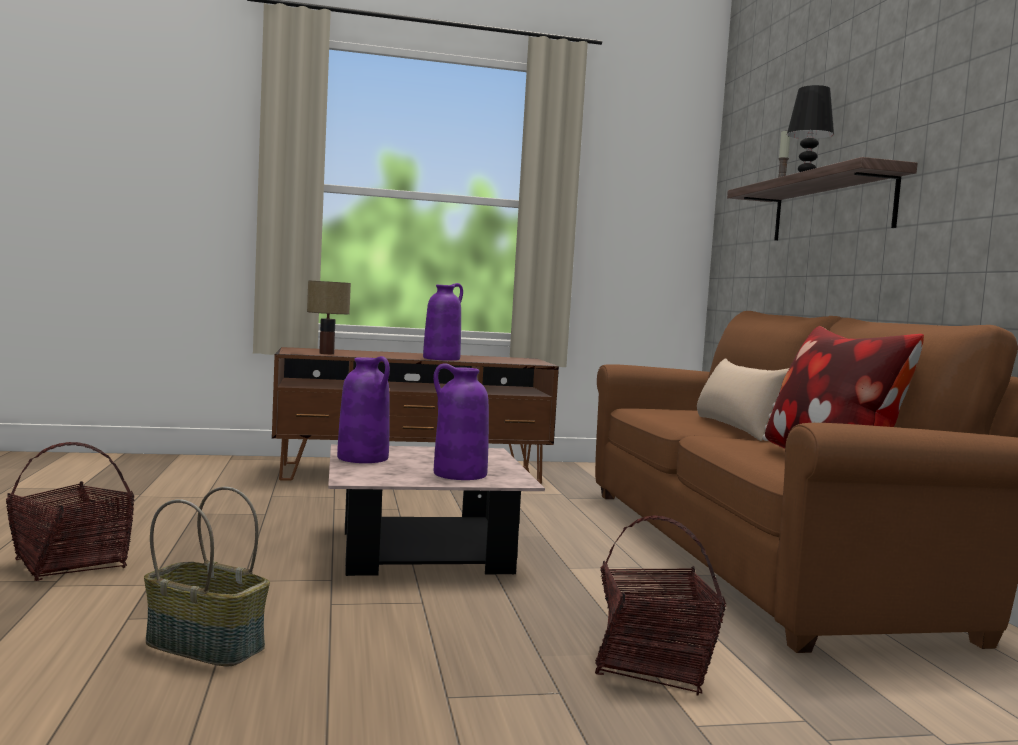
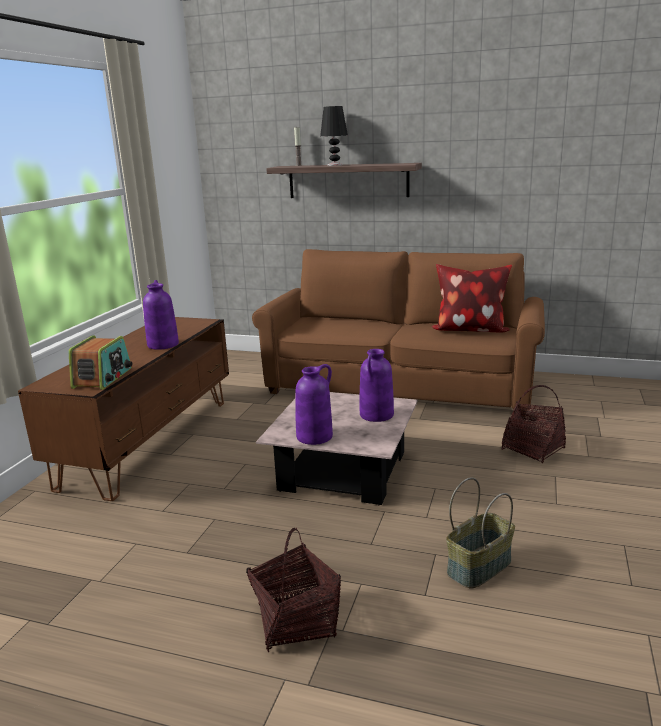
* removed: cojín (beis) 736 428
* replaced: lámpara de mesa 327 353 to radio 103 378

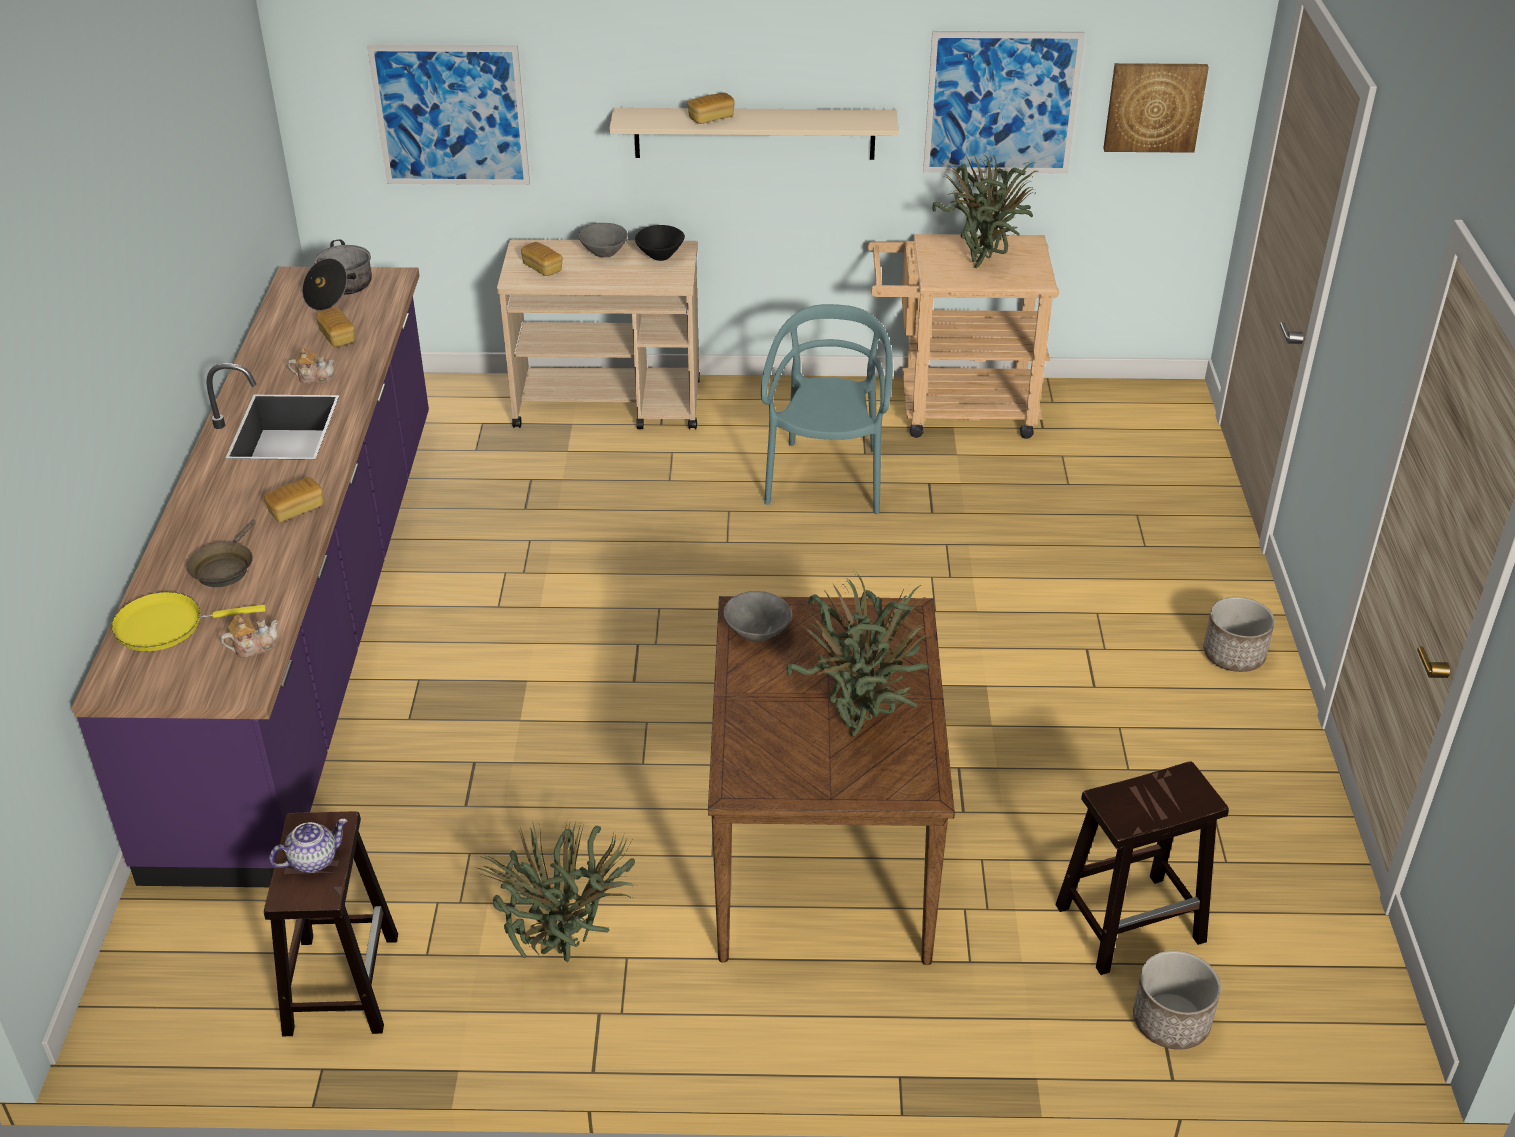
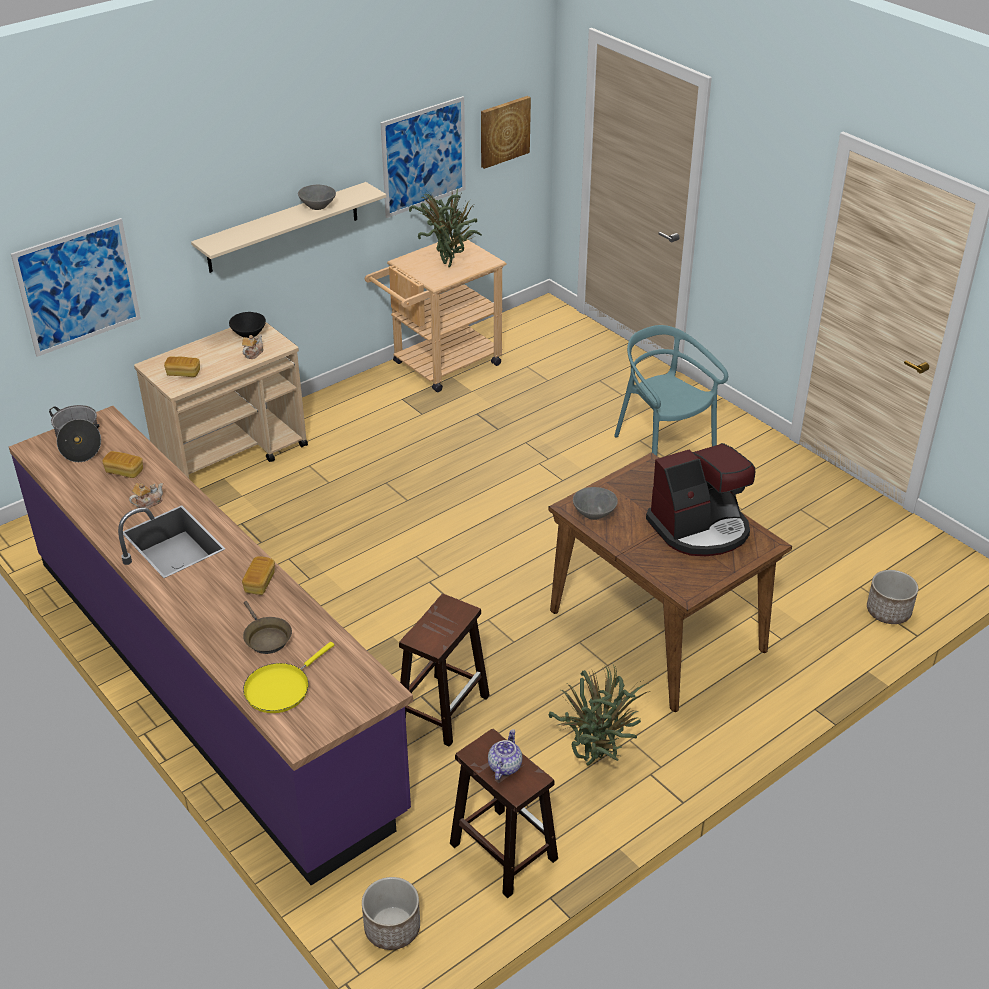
* removed: pan 711 118
* moved: tetera 253 647 to 253 353
* moved: cuenco (gris) 604 253 to 318 207
* moved: silla (turquesa) 827 479 to 663 446
* moved: taburete (marrón) 1131 922 to 443 708
* moved: maceta 1233 655 to 392 928
* replaced: planta en maceta 862 722 to cafetera 700 529

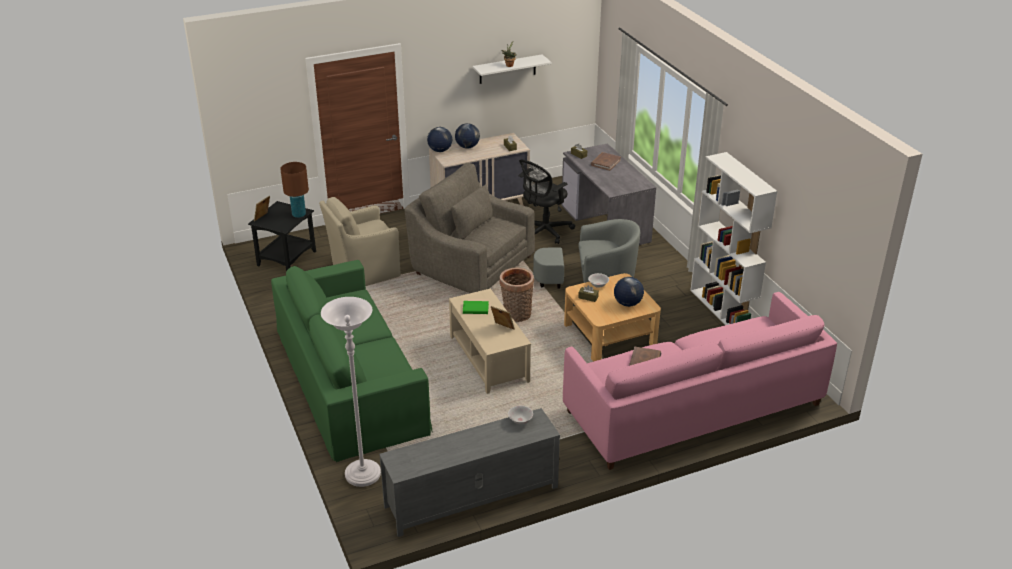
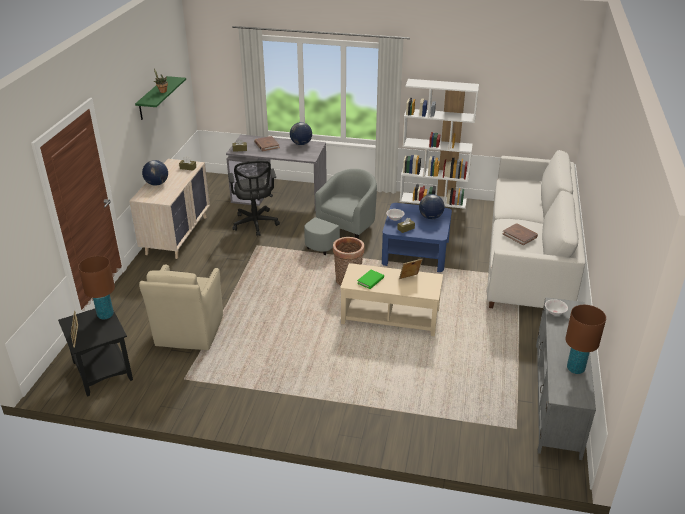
* removed: sofá (verde) 349 379
* removed: lámpara de pie (blanco) 363 475
* removed: sillón (gris) 471 264
* added: lámpara de mesa (marrón) 575 369
* moved: globo terráqueo 440 150 to 301 144
* recoloured: estante (blanco) 507 69 to estante (verde) 152 98
* recoloured: sofá (rosa) 693 408 to sofá (blanco) 528 257
* recoloured: mesa de centro (beis) 609 334 to mesa de centro (azul) 416 252

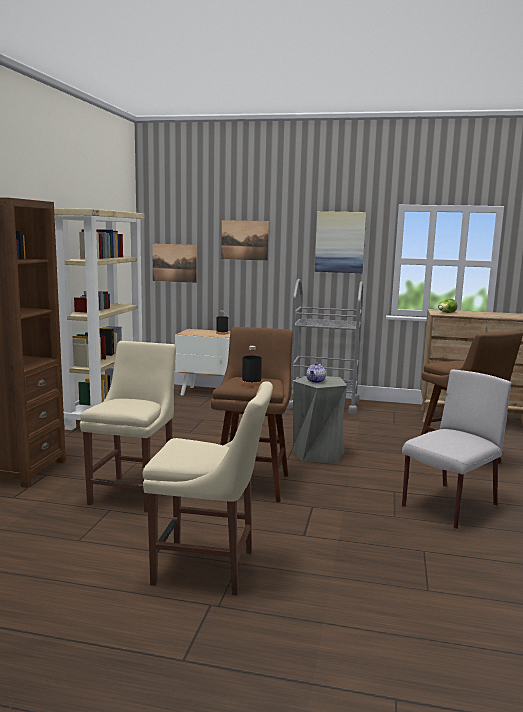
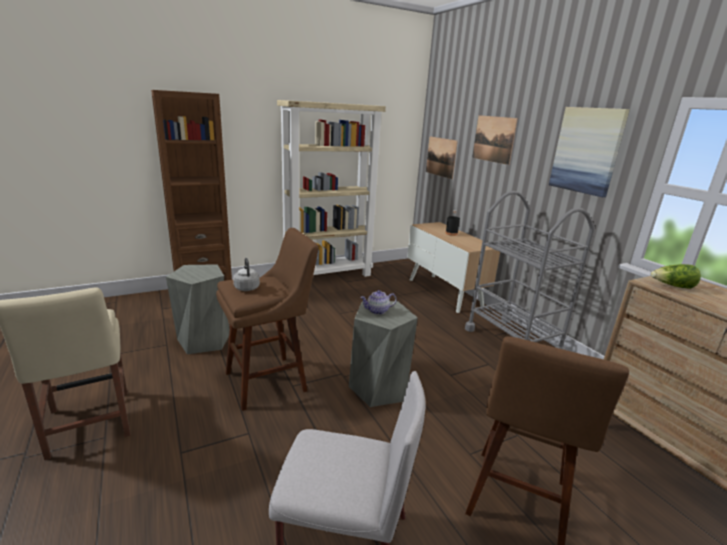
* replaced: silla (beis) 134 492 to taburete (gris) 204 340
* replaced: botella (negro) 251 383 to hervidor (gris) 246 287

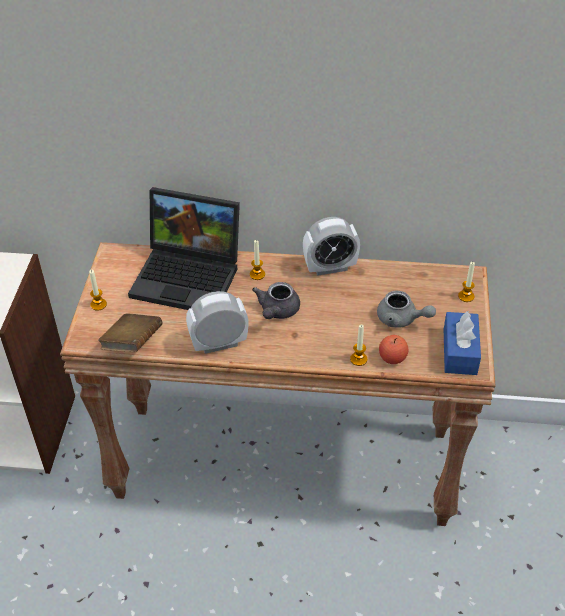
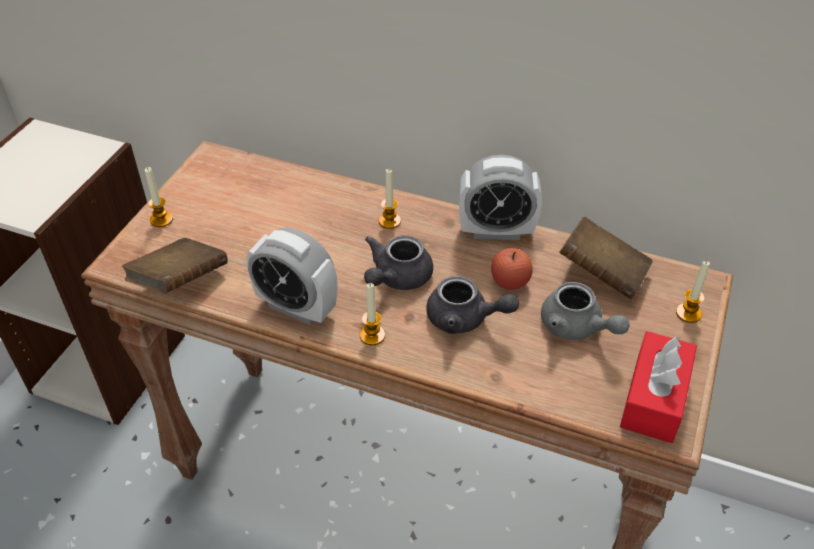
* removed: portátil 190 276
* added: tetera (gris) 465 319
* added: libro (marrón) 602 274
* moved: vela 358 359 to 372 335
* moved: manzana 392 358 to 510 281
* recoloured: caja de pañuelos (azul) 459 351 to caja de pañuelos (rojo) 654 398
* turned: despertador 219 344 = 296 307 150 degrees counterclockwise

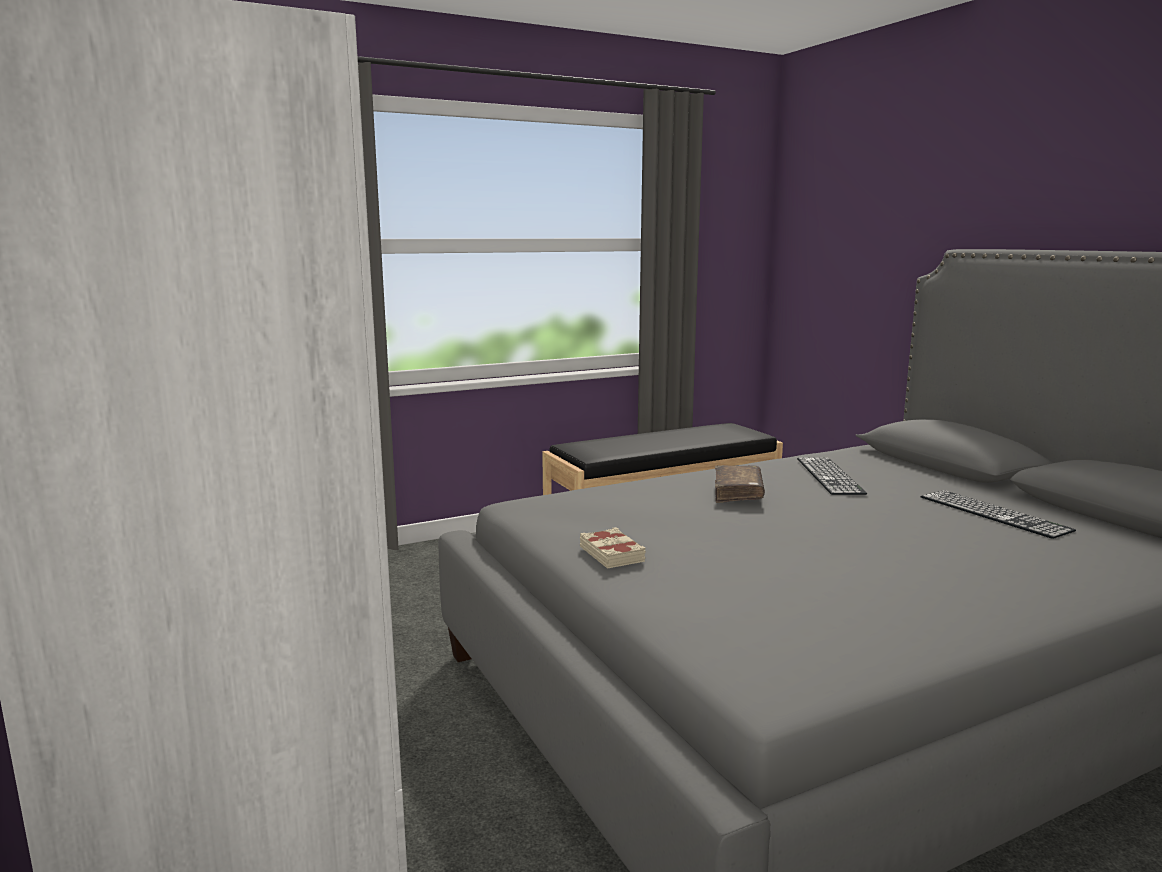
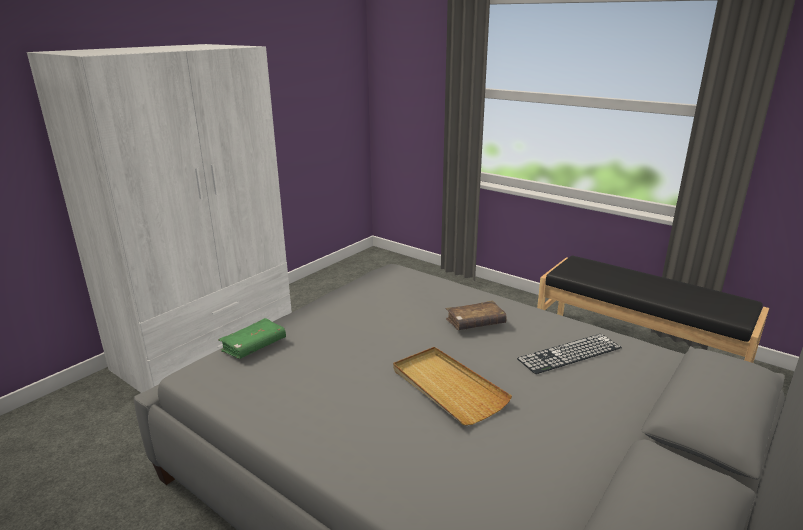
* removed: libro (beis) 612 554
* removed: teclado 993 513
* added: libro (verde) 254 346
* added: bandeja (beis) 447 387

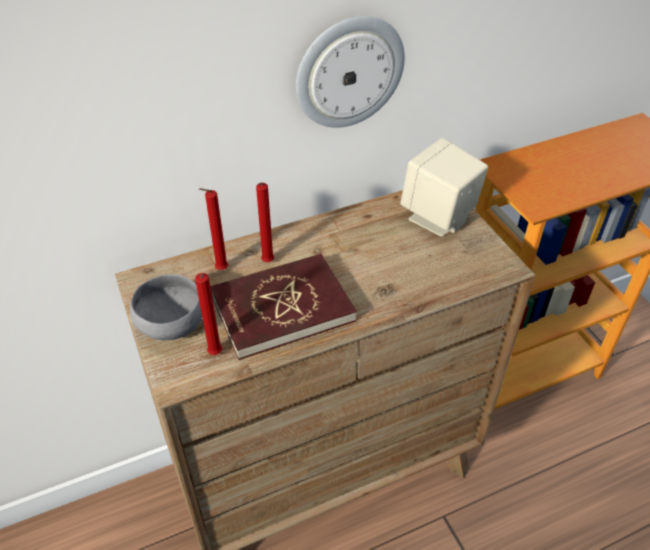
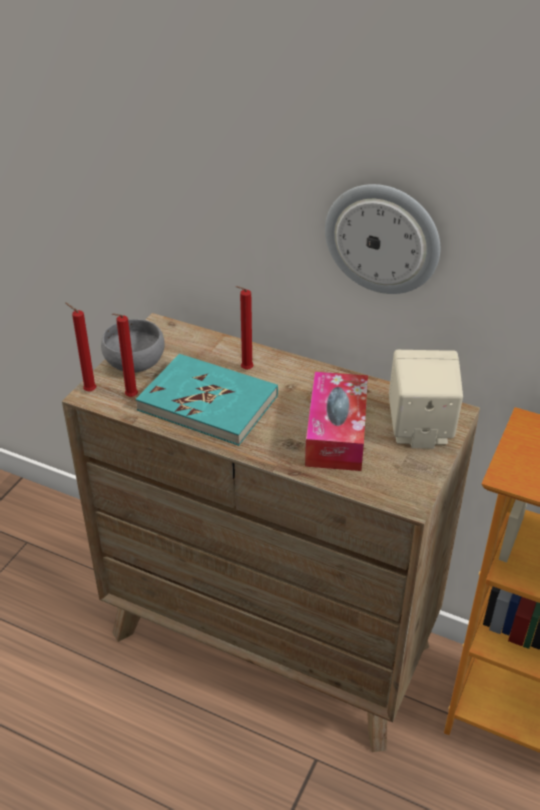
* added: caja de pañuelos 336 433
* moved: vela (rojo) 220 270 to 88 391
* recoloured: libro (rojo) 282 308 to libro (turquesa) 208 403

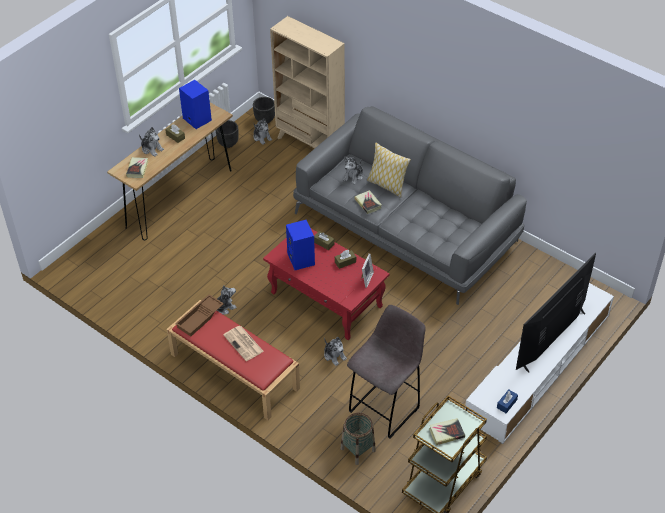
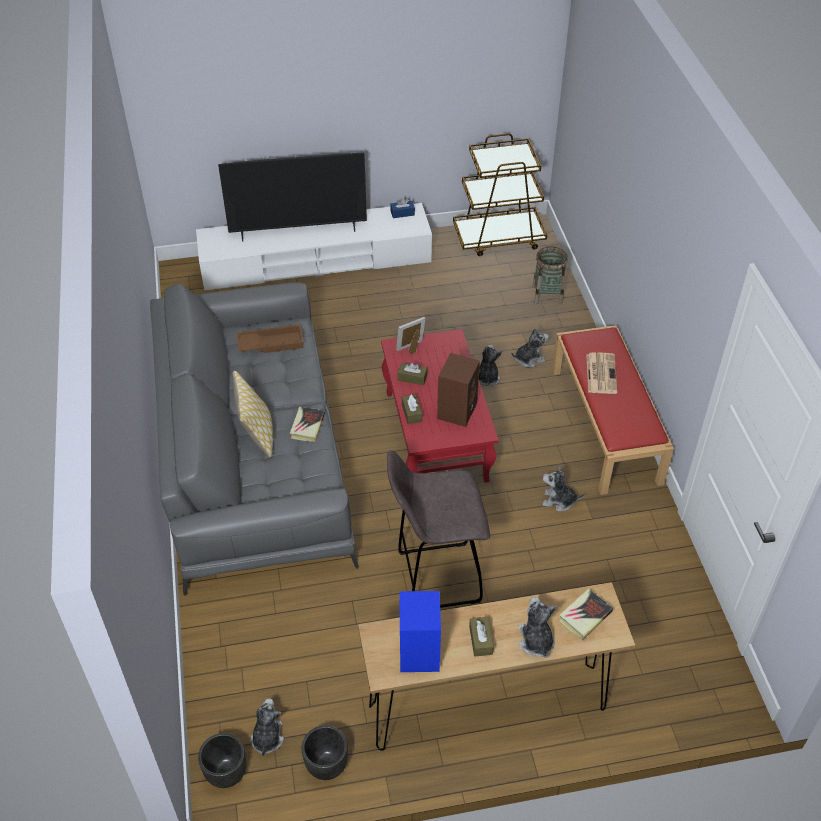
* removed: estantería (beis) 310 144
* removed: libro 446 433
* moved: bandeja (marrón) 200 318 to 271 343
* moved: peluche 353 176 to 529 359
* moved: taburete (gris) 386 408 to 435 577
* recoloured: altavoz (azul) 301 259 to altavoz (marrón) 456 410

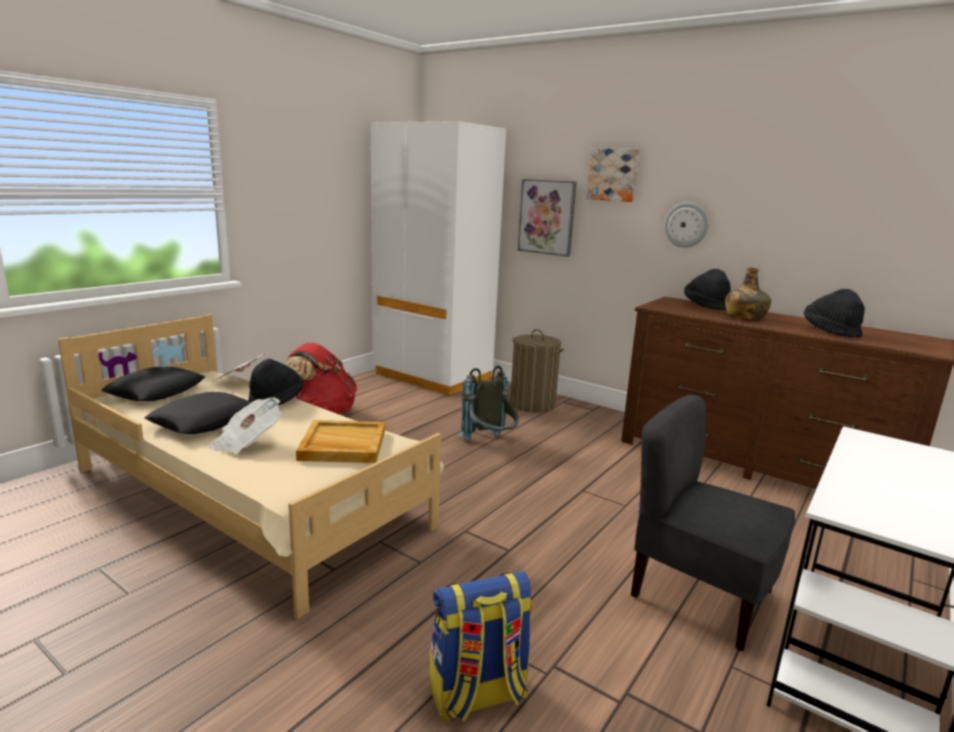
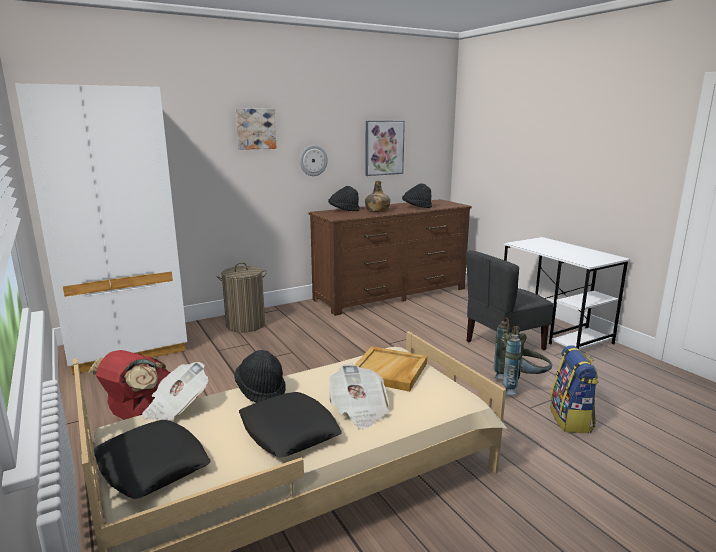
* moved: mochila (gris) 490 444 to 520 386
* moved: cuadro 547 217 to 384 148

